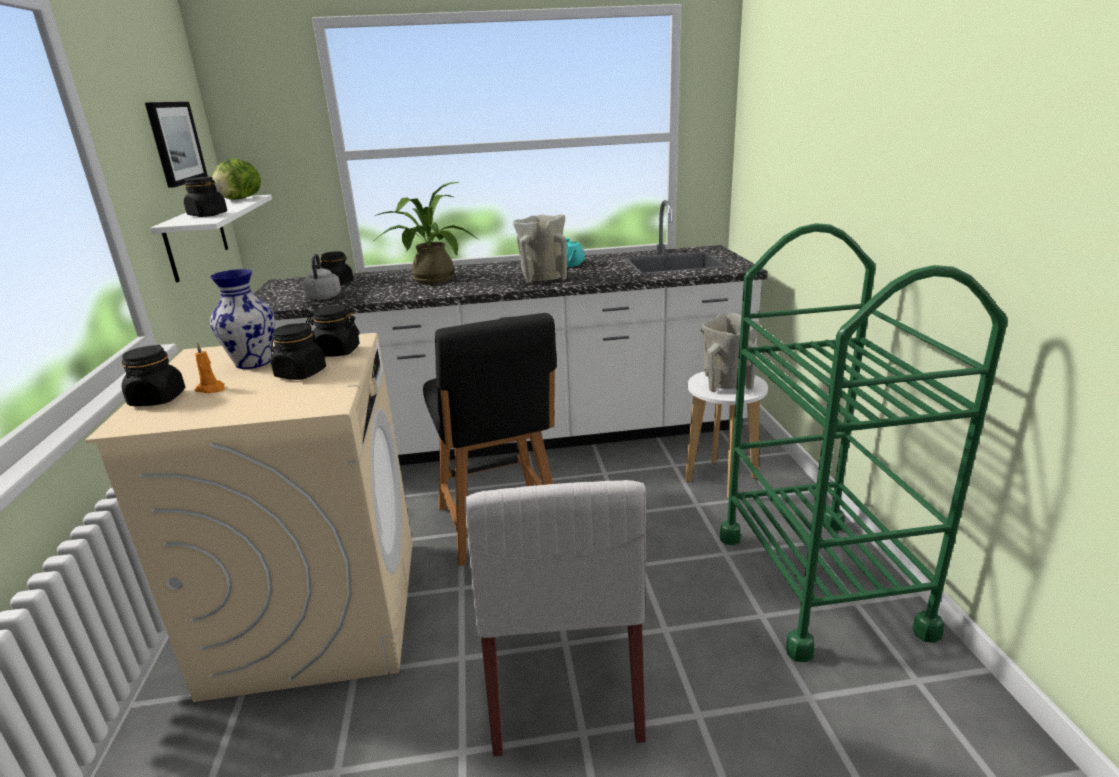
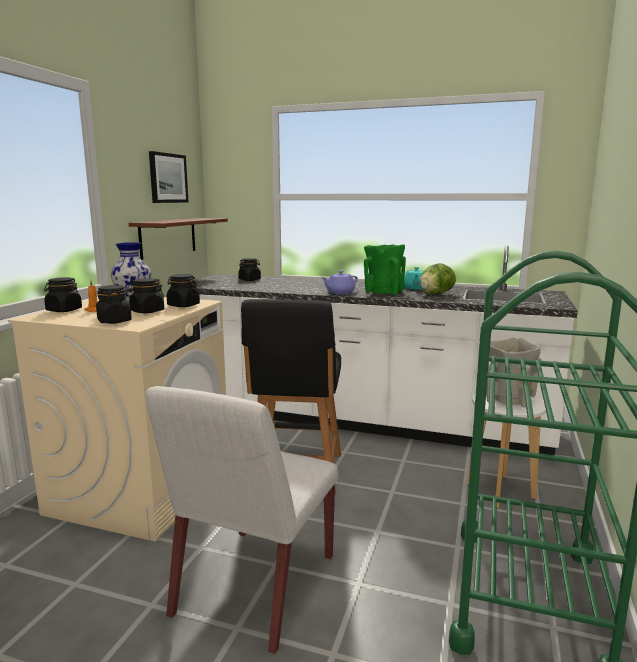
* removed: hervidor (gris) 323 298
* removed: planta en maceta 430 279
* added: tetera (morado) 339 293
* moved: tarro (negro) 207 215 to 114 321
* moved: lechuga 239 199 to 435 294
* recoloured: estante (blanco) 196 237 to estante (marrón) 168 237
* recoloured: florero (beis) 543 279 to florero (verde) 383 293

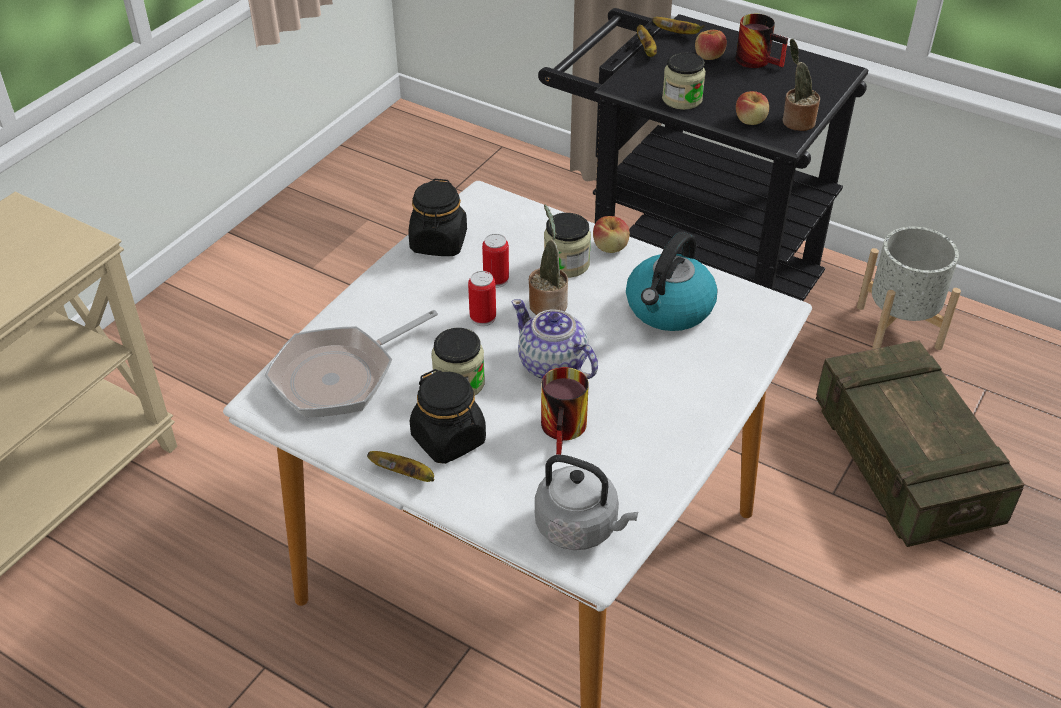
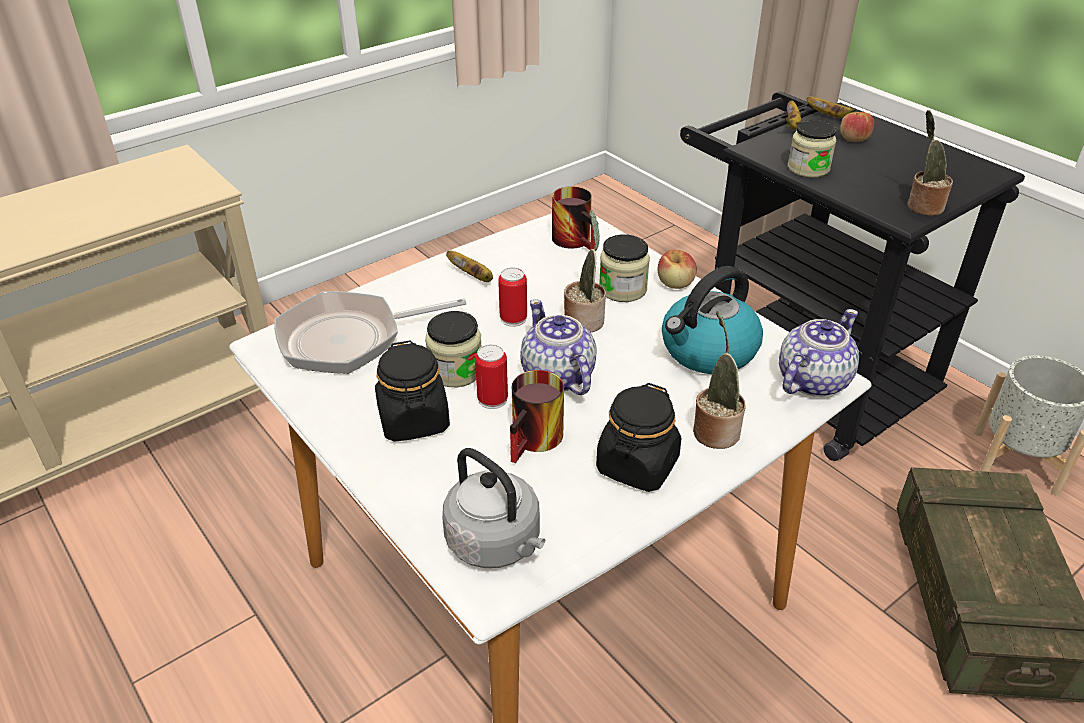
* removed: manzana 750 120
* added: planta en maceta 714 430
* added: tetera 811 380
* moved: plátano 406 475 to 473 277
* moved: tarro (negro) 438 242 to 637 466
* moved: lata 496 279 to 492 399
* moved: taza grande 759 60 to 578 240

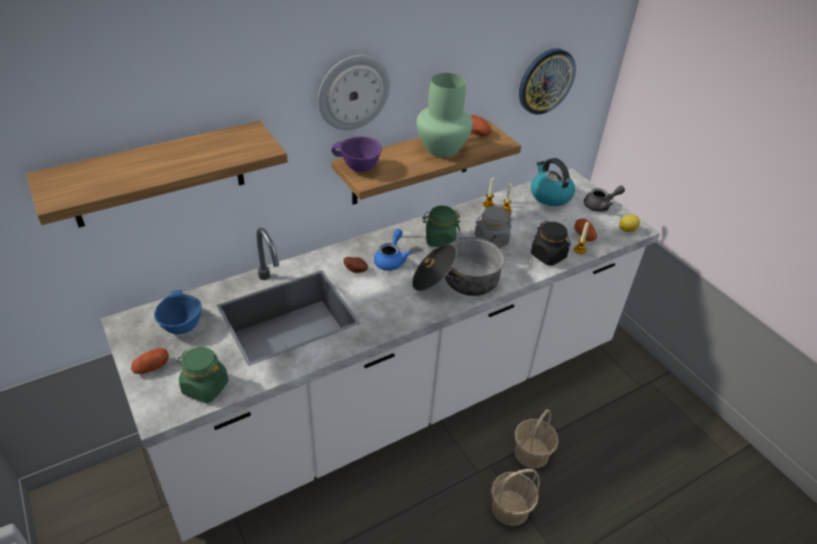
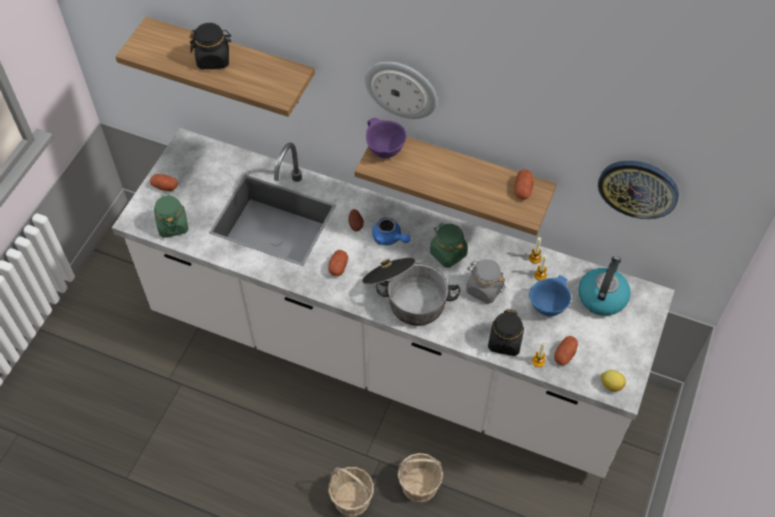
* removed: florero (verde) 443 148
* removed: tetera (gris) 600 206
* added: tarro (negro) 213 59
* added: patata 338 267
* moved: cuenco (azul) 181 326 to 547 305
* turned: tetera (azul) 391 260 = 389 238 60 degrees clockwise

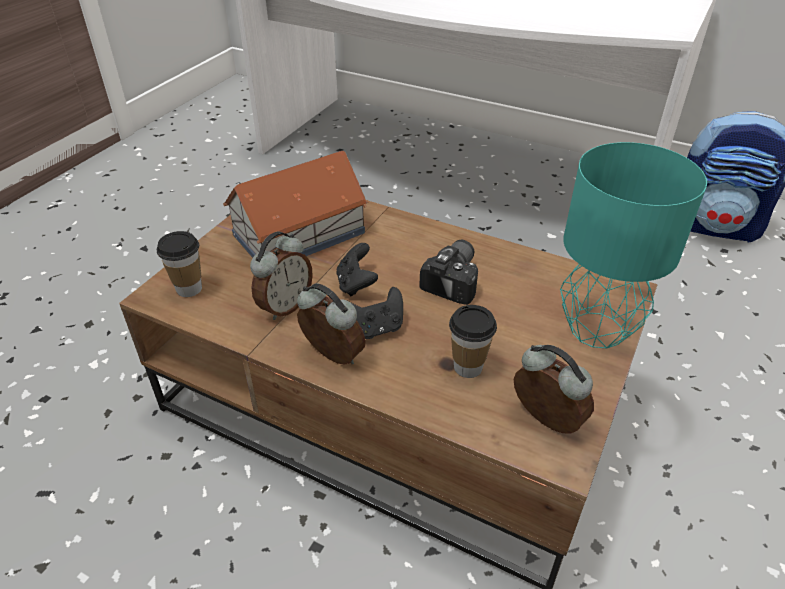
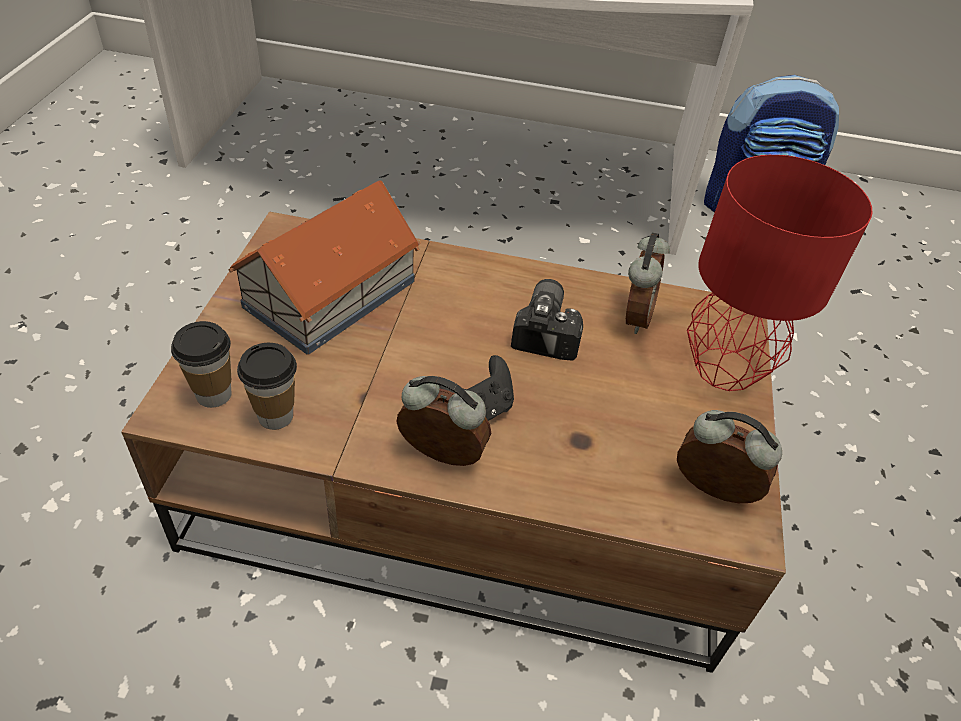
* removed: mando de consola (negro) 356 284
* moved: despertador 284 306 to 634 317
* moved: taza 468 367 to 276 416
* recoloured: lámpara de mesa (turquesa) 598 331 to lámpara de mesa (rojo) 727 370

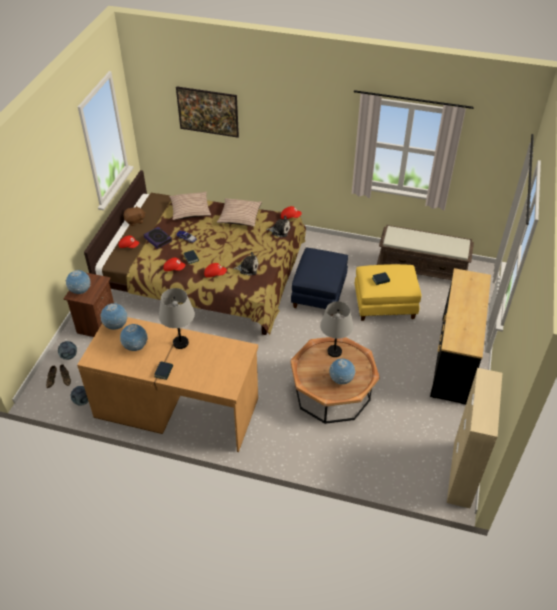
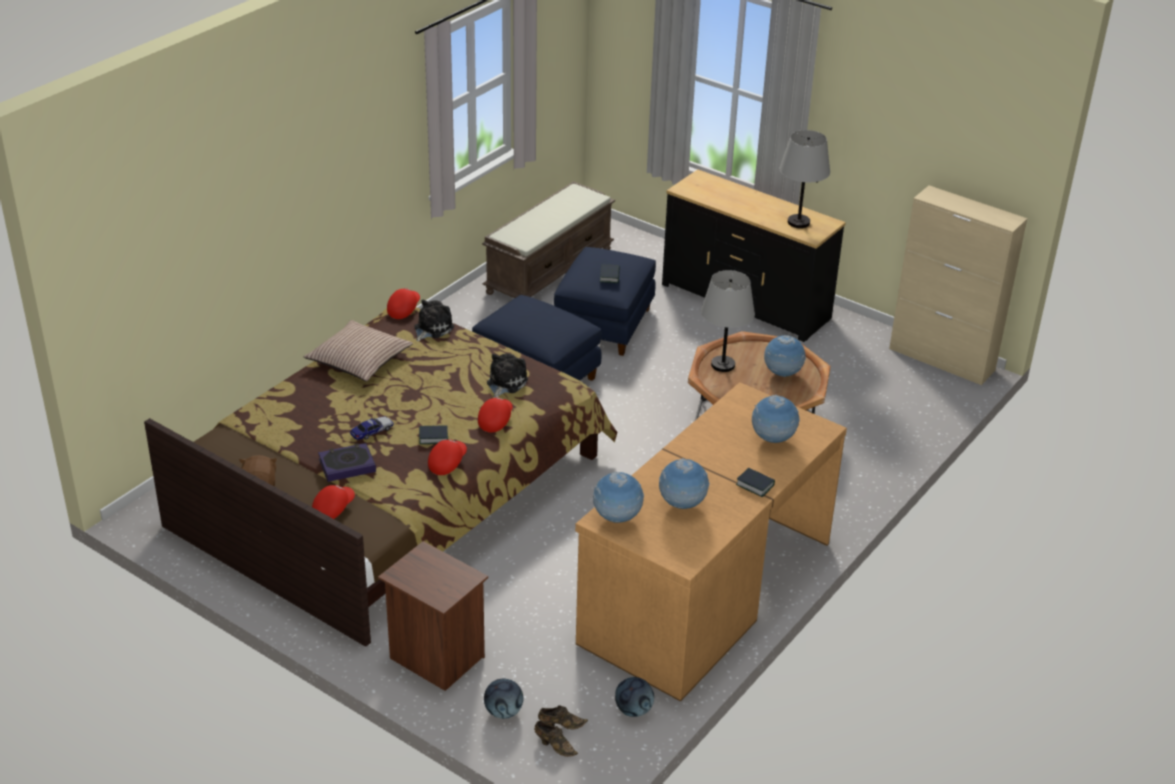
* removed: cojín 190 210
* removed: cuadro 208 122
* moved: globo terráqueo 80 291 to 773 440
* moved: lámpara de mesa (gris) 180 343 to 798 222
* recoloured: puf (amarillo) 384 304 to puf (azul) 603 325

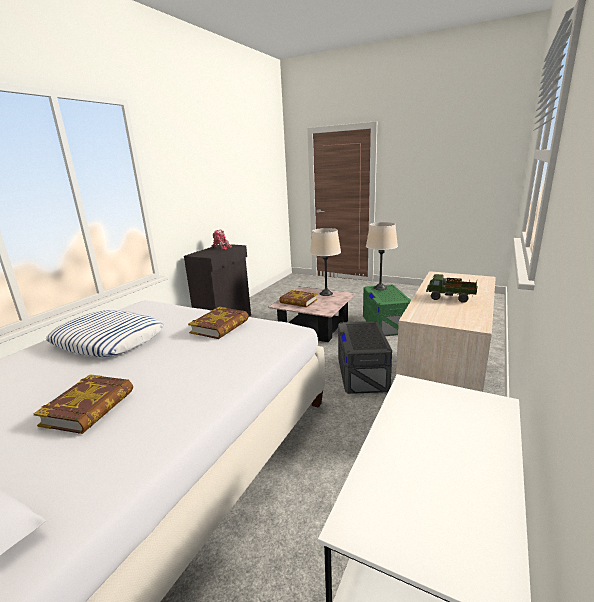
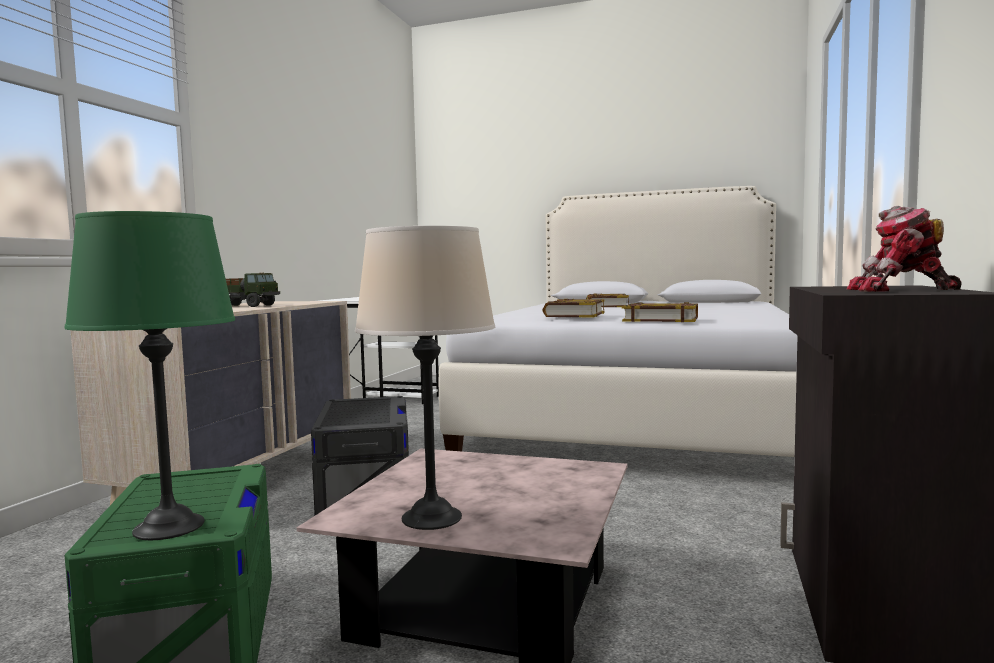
* removed: cojín 108 340
* moved: libro 298 301 to 660 319
* recoloured: lámpara de mesa (beis) 380 288 to lámpara de mesa (verde) 169 527

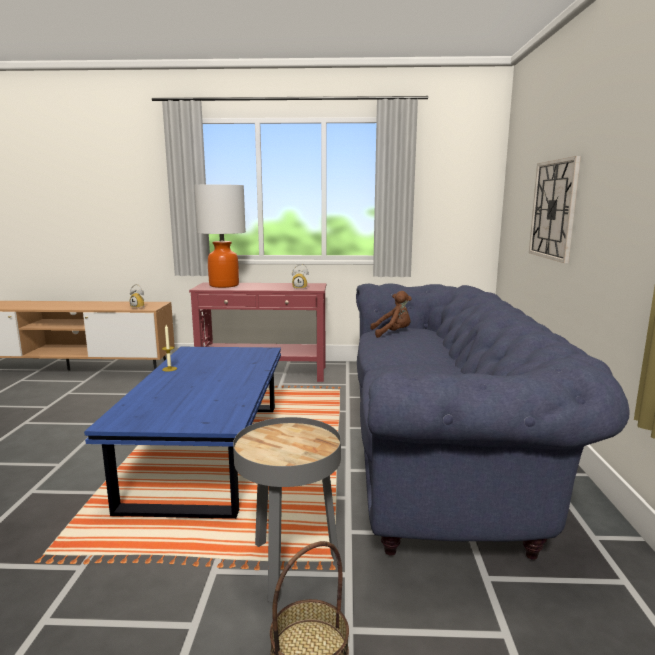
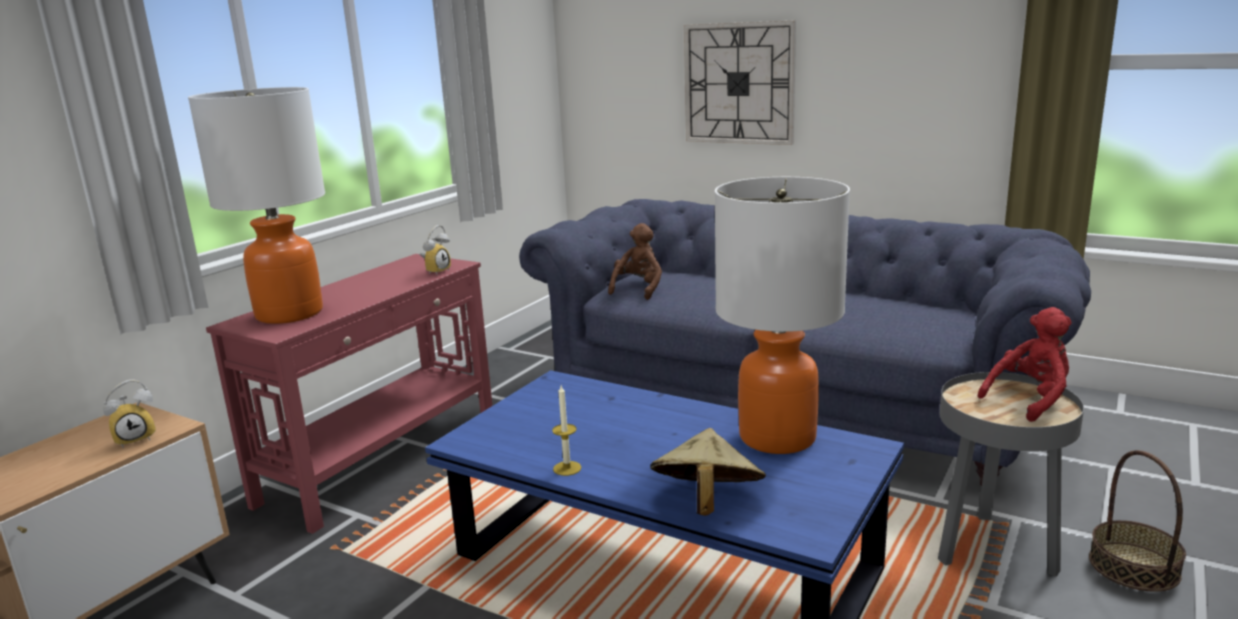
* added: sombrero (beis) 706 503
* added: lámpara de mesa 777 437
* added: peluche (rojo) 1030 400

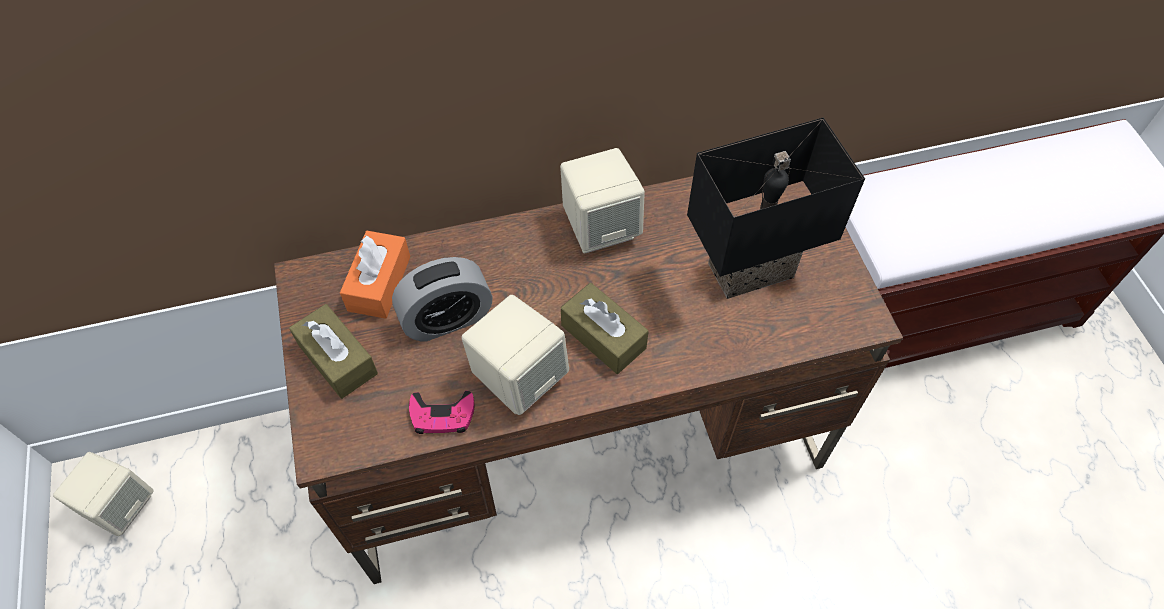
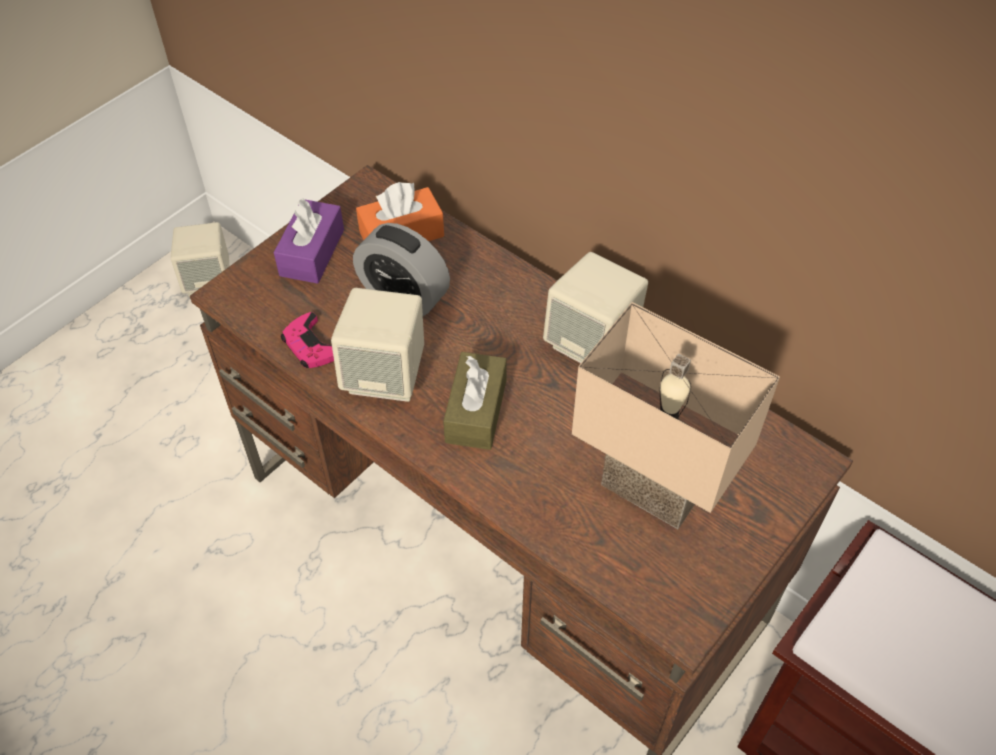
* recoloured: caja de pañuelos (marrón) 337 359 to caja de pañuelos (morado) 312 252
* recoloured: lámpara de mesa (negro) 750 267 to lámpara de mesa (beis) 656 484

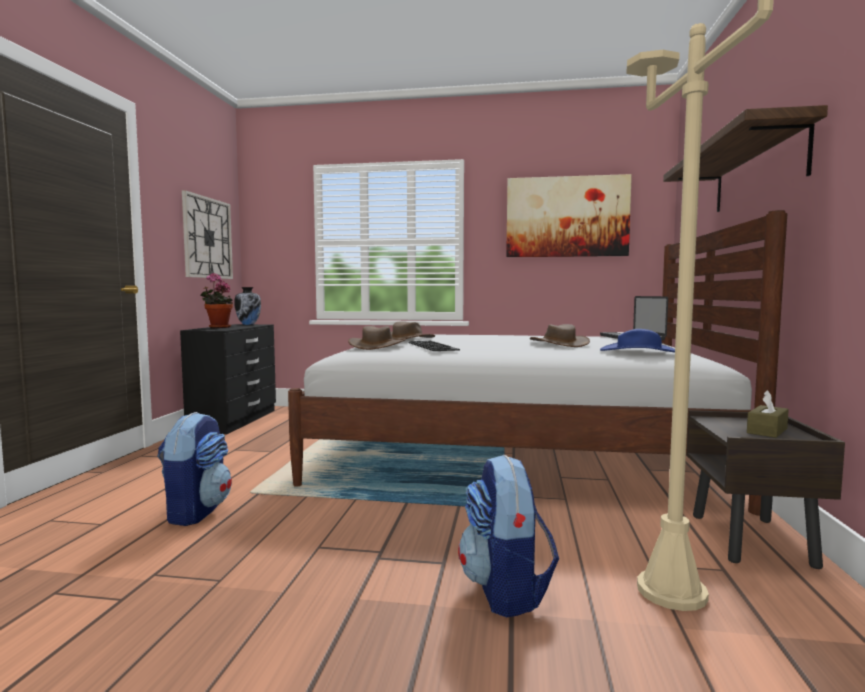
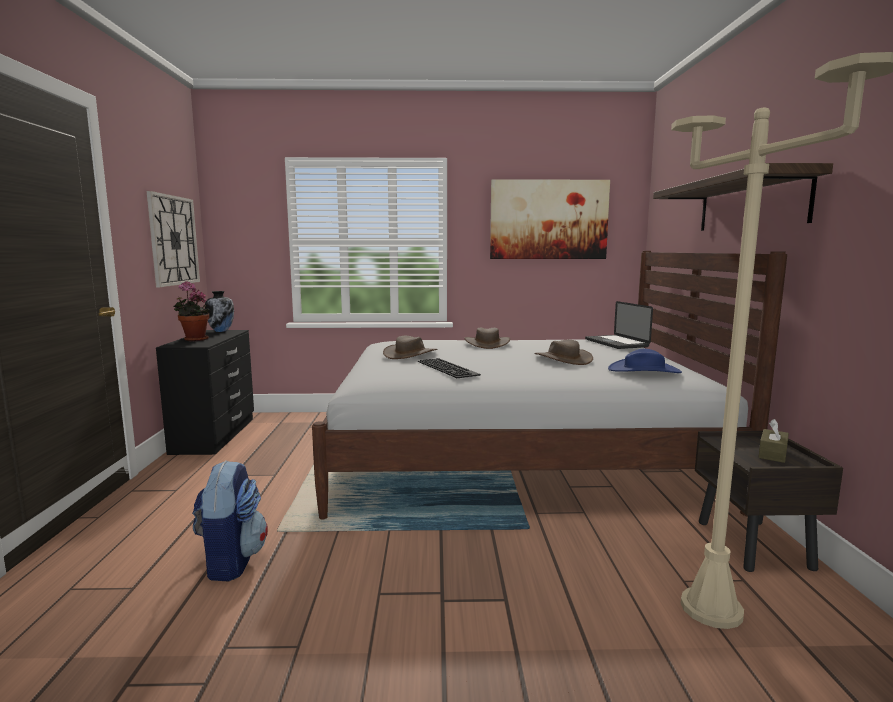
* removed: mochila 506 590
* moved: sombrero (marrón) 378 346 to 487 344

